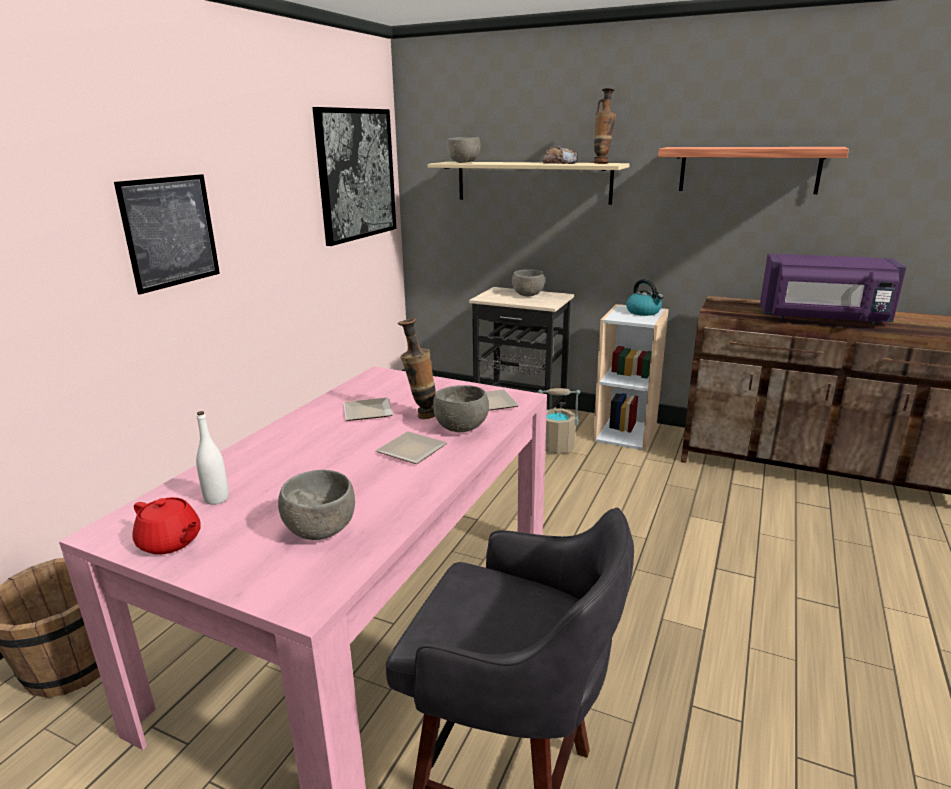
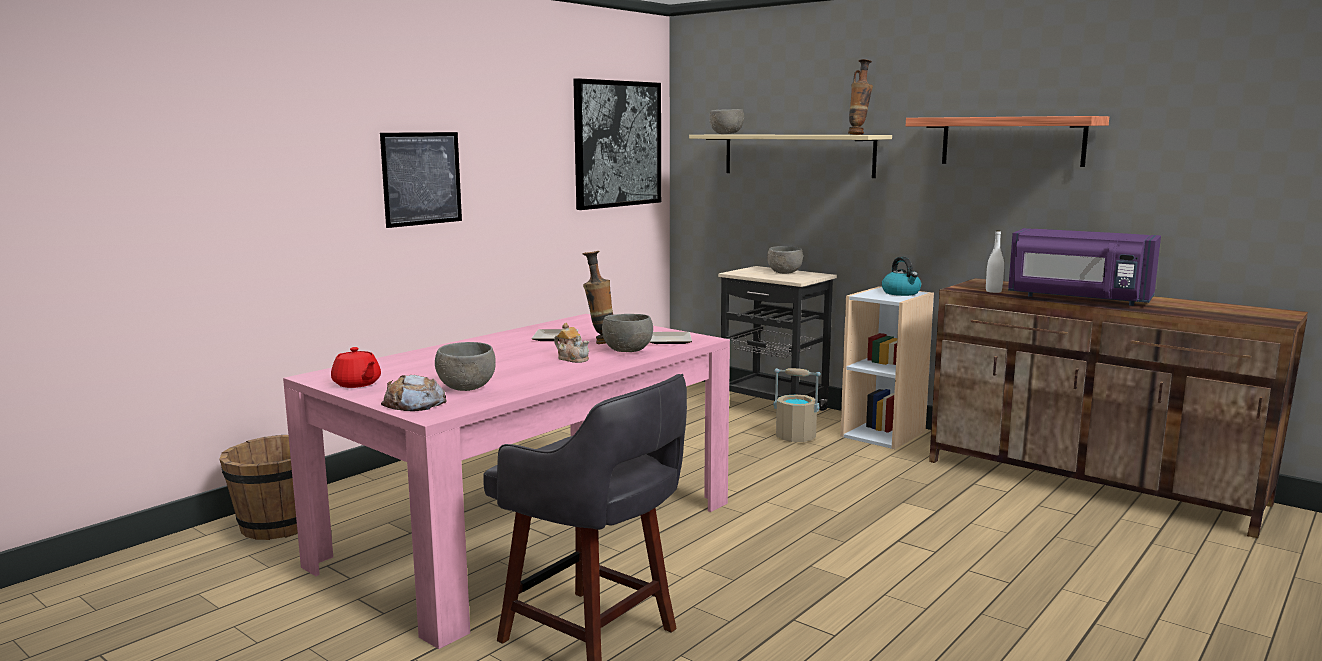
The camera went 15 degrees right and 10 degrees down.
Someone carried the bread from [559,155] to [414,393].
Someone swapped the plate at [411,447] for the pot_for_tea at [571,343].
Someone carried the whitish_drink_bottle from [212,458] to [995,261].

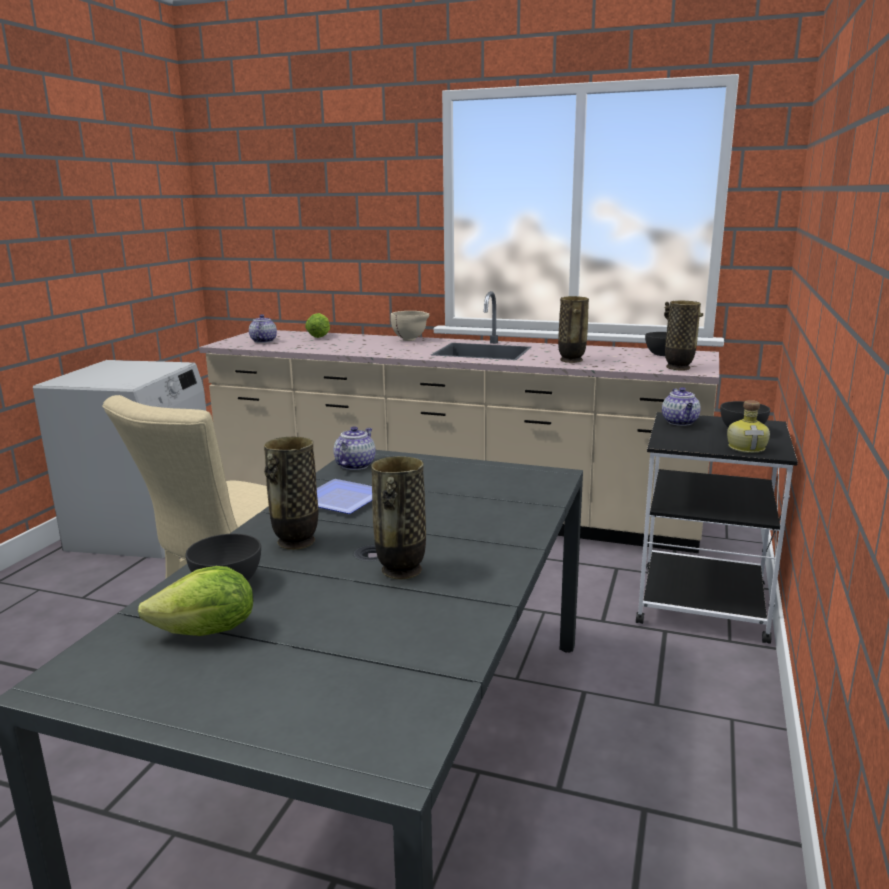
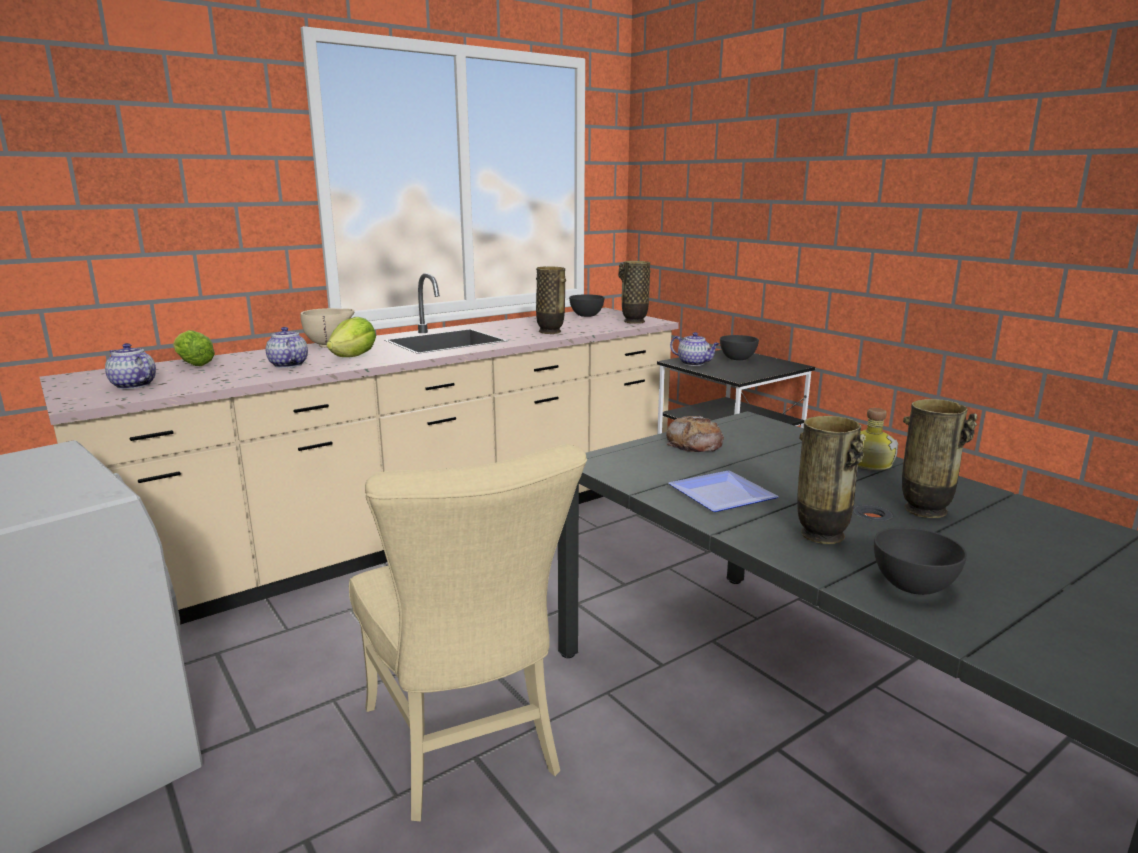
The camera went 55 degrees left and 0 degrees up.
Someone carried the pot_for_tea from [354,448] to [287,347].
Someone carried the lettuce from [195,601] to [351,337].
Someone put down the bread at [695,434].
Someone carried the drink_bottle from [748,426] to [878,439].

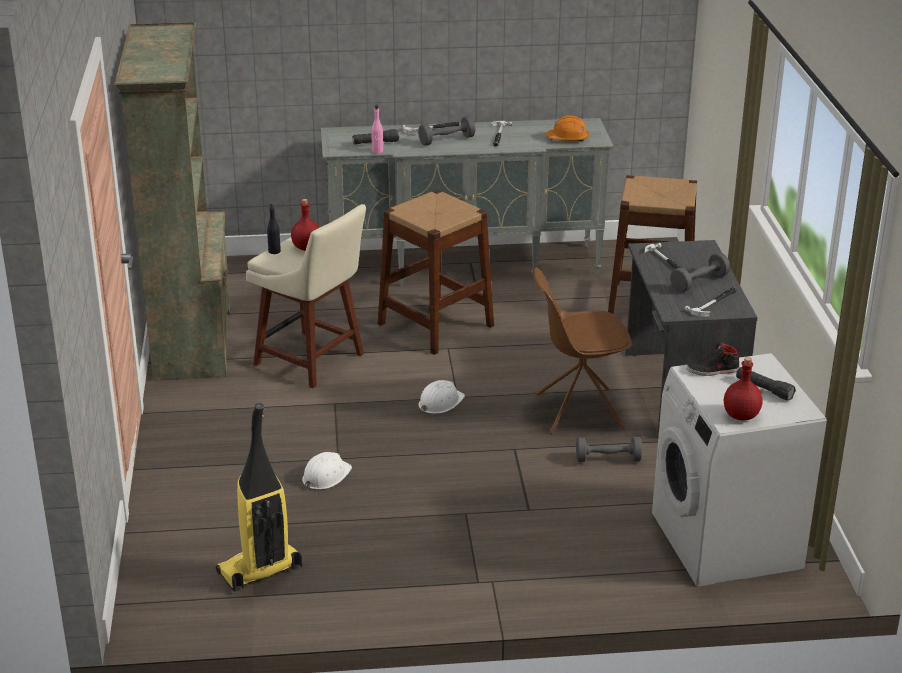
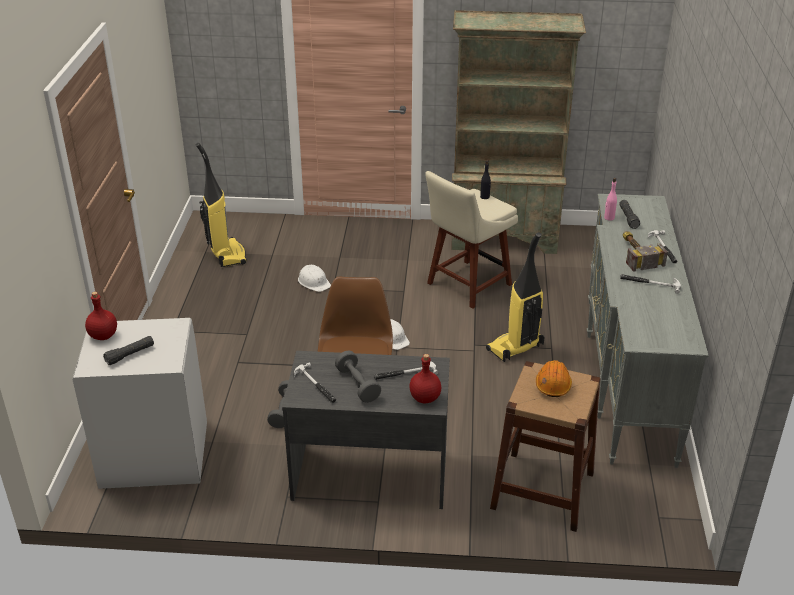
The camera went 100 degrees right and 5 degrees up.
Someone carried the red_drink_bottle from [305,225] to [425,378].
Someone swapped the brown_stool at [435,272] for the vacuum_cleaner at [515,297].
Someone carried the orange-coloured_safety_helmet from [567,128] to [554,378].
Someone swapped the grey_free_weight at [446,131] for the tool_hammer at [645,251].
Someone took away the blackish_shoe at [713,359].

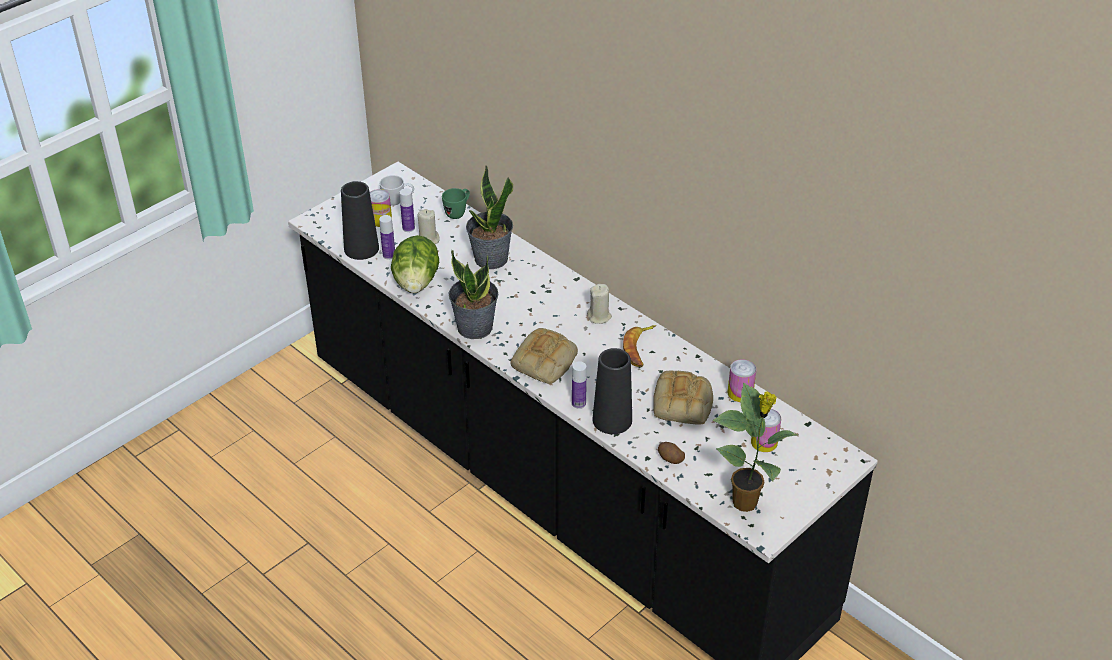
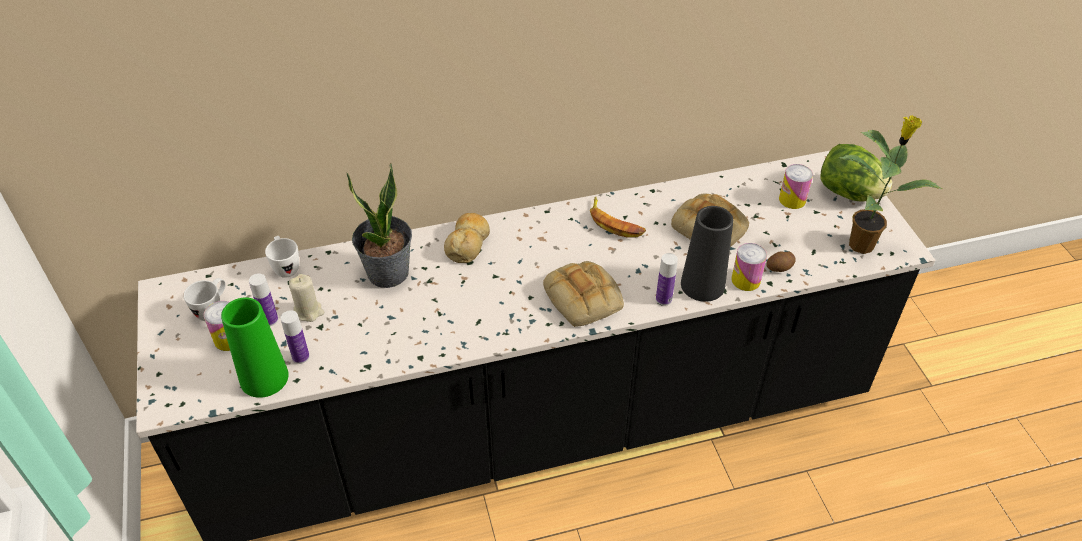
The camera went 60 degrees left and 5 degrees up.
Someone repainted the blackish_flower_vase at [360,220], which became the green-coloured_flower_vase at [255,347].
Someone repainted the green-coloured_tea_mug at [456,203], which became the whitish_tea_mug at [282,257].
Someone put down the bread at [467,238].
Someone carried the metal_can from [742,380] to [749,267].
Someone carried the lettuce from [415,264] to [856,173].
Someone took away the plant_in_a_pot at [473,294].
Someone took away the beige_wax_light at [599,304].

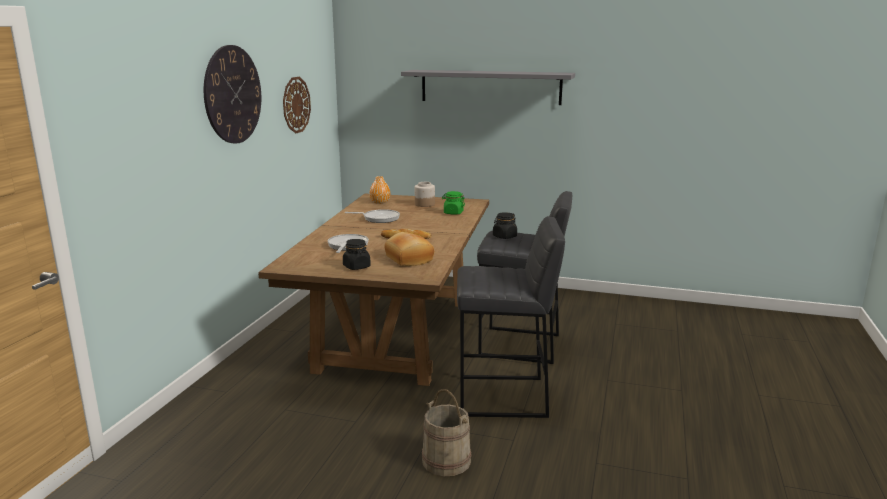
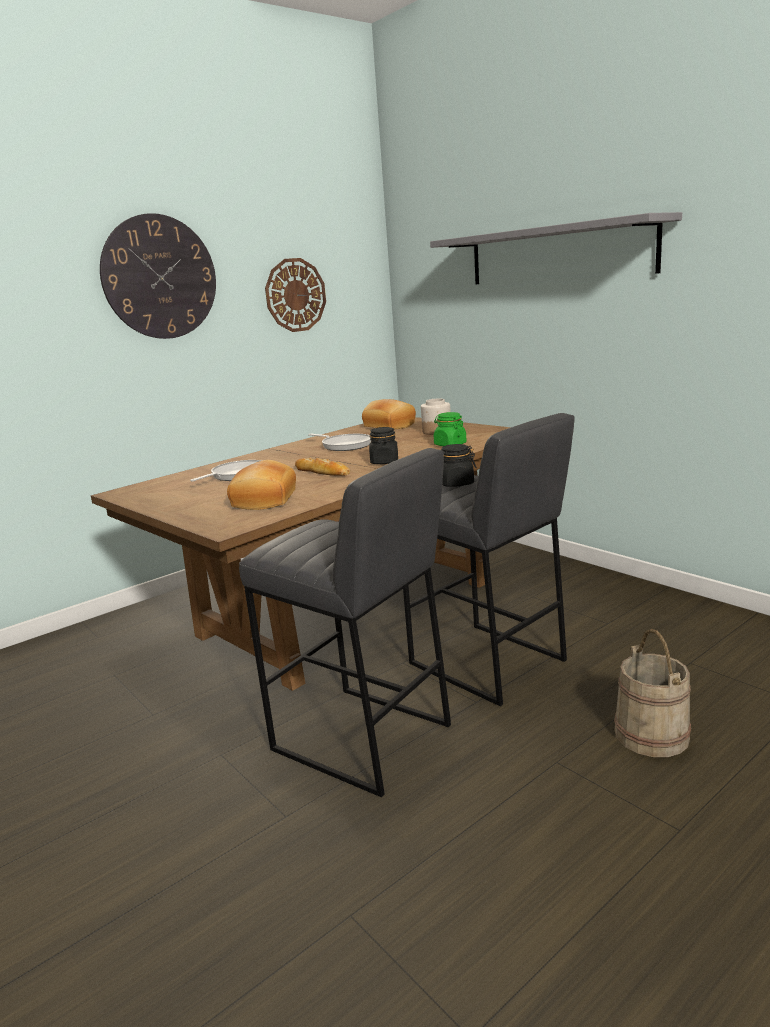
The camera went 35 degrees right and 0 degrees up.
Someone swapped the orange-coloured_flower_vase at [379,190] for the bread at [389,414].
Someone carried the blackish_jar from [357,254] to [383,445].
Someone carried the beige_water_bucket from [447,432] to [652,693].

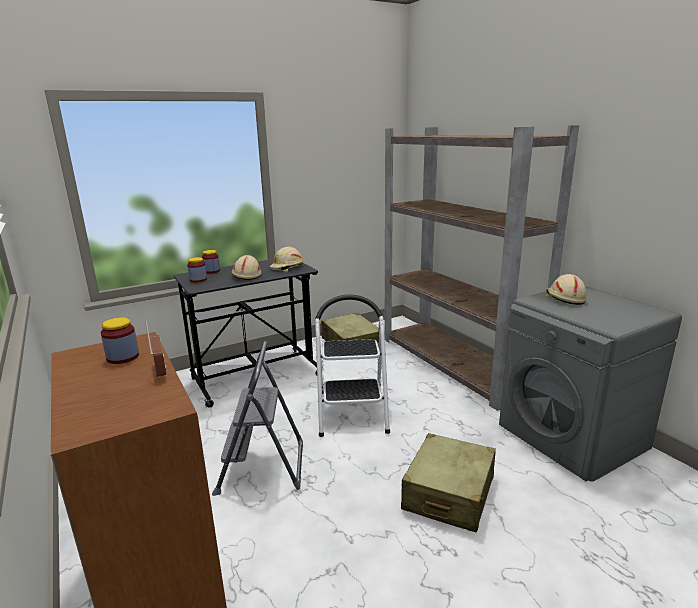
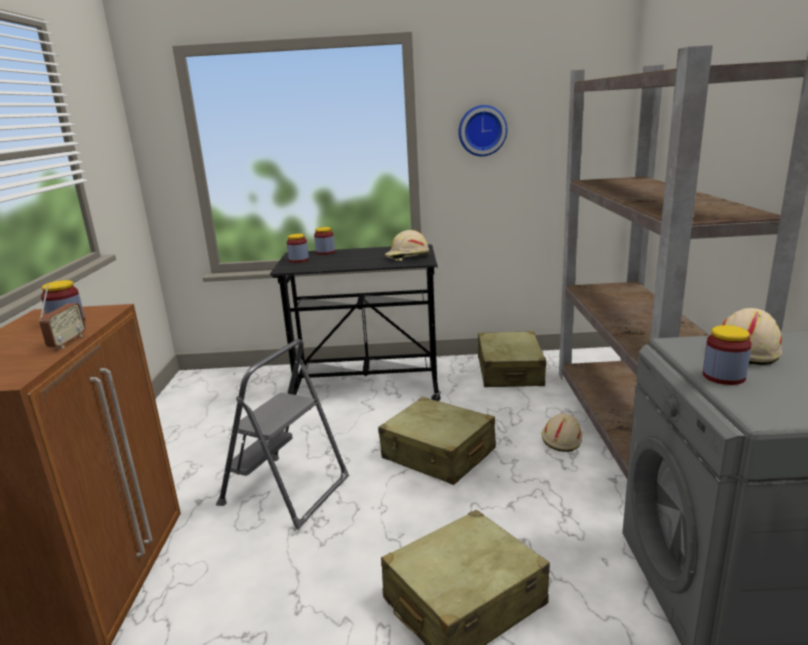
The camera went 30 degrees right and 0 degrees up.
Someone swapped the step_ladder at [352,365] for the beige_suitcase at [437,441].
Someone put up the hanging_clock at [483,130].
Someone carried the beige_safety_helmet from [246,267] to [562,432].
Someone put down the jar at [727,355].

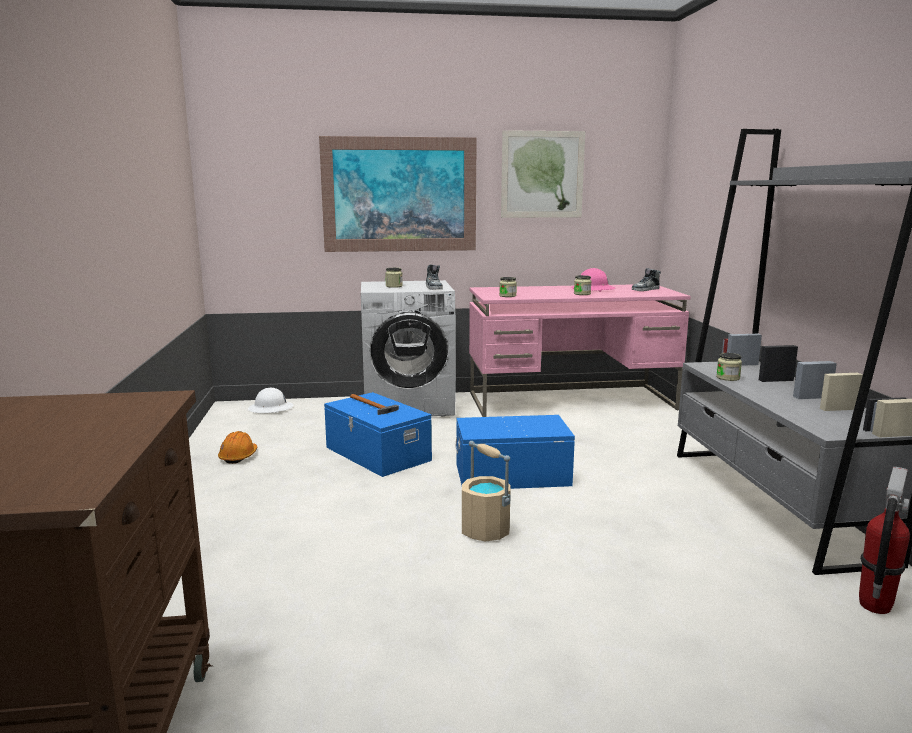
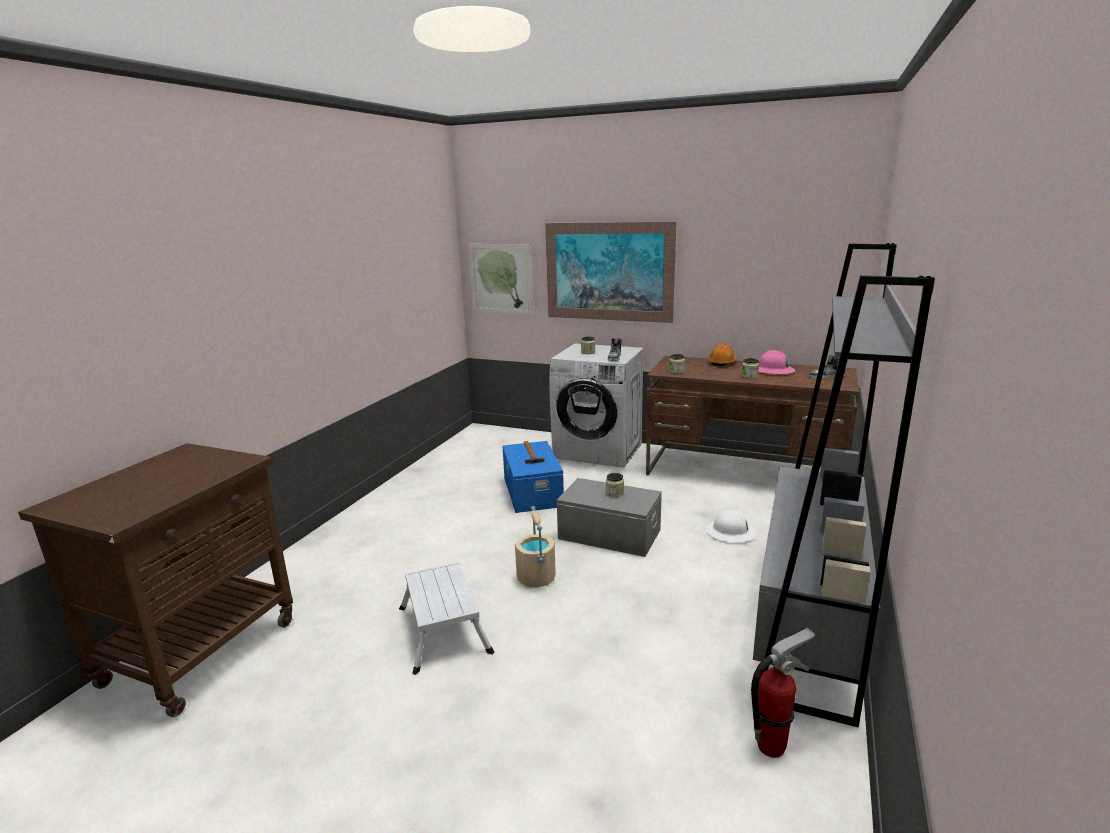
The camera went 30 degrees right and 5 degrees up.
Someone put down the whitish_step_ladder at [446,618].
Someone carried the wall_art from [543,174] to [501,279].
Someone repainted the blue_storage_bin at [515,452], which became the grey_storage_bin at [609,517].
Someone carried the jar from [729,367] to [615,485].
Someone repainted the pink_desk_table at [580,350], which became the brown_desk_table at [752,416].
Someone carried the whitish_safety_helmet from [271,400] to [731,526].
Someone carried the orange-coloured_safety_helmet from [237,447] to [722,355].

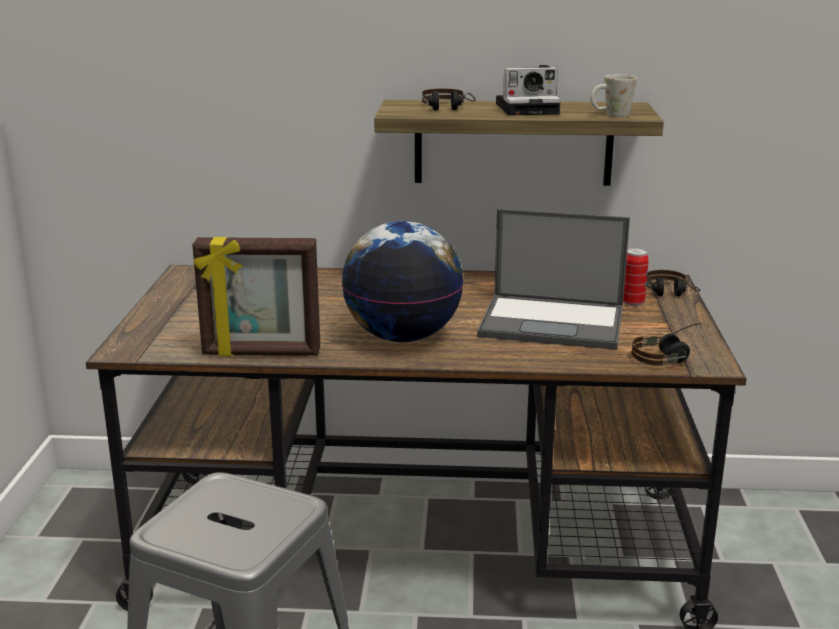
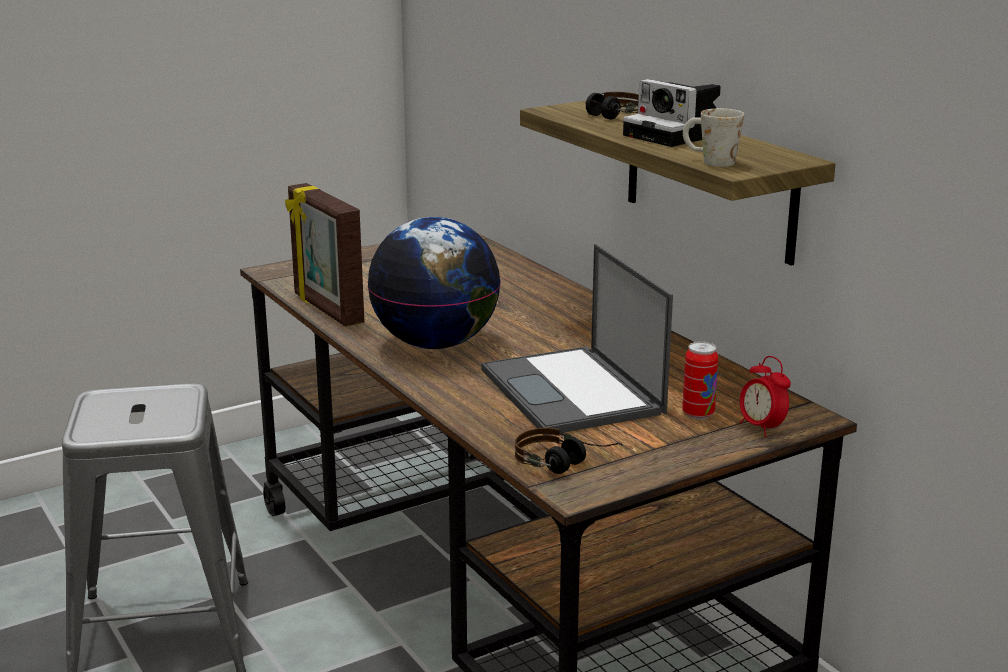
The camera went 55 degrees right and 0 degrees up.
Someone swapped the headset at [673,283] for the alarm_clock at [765,396].

